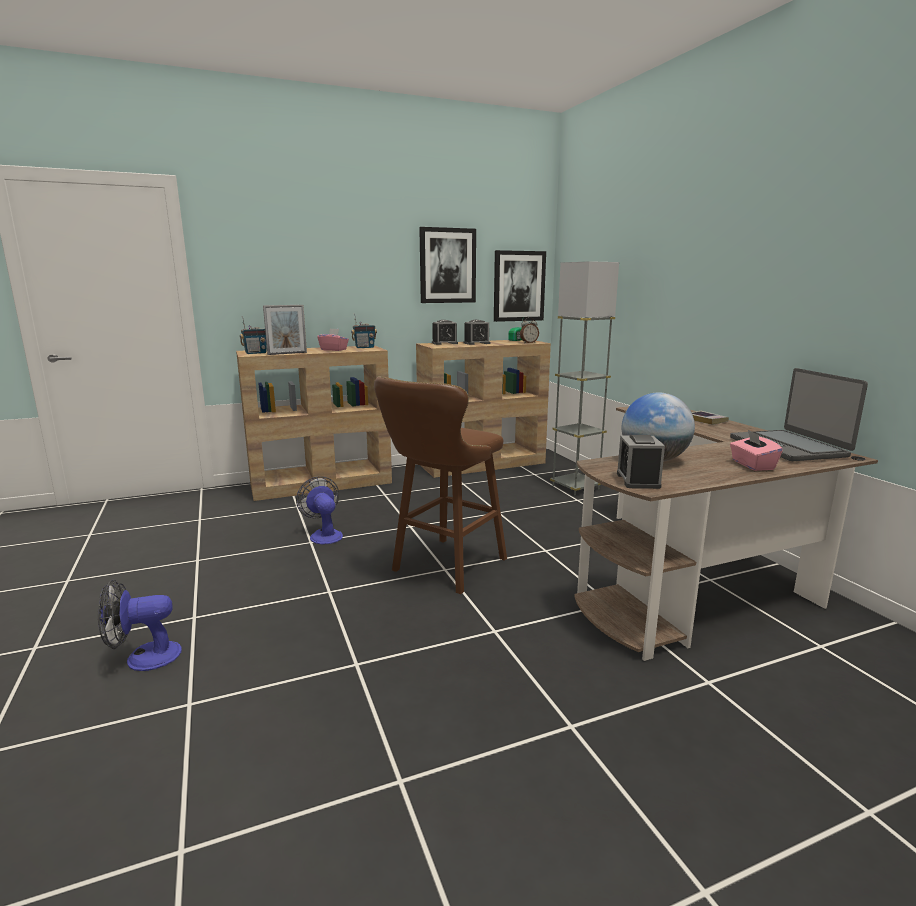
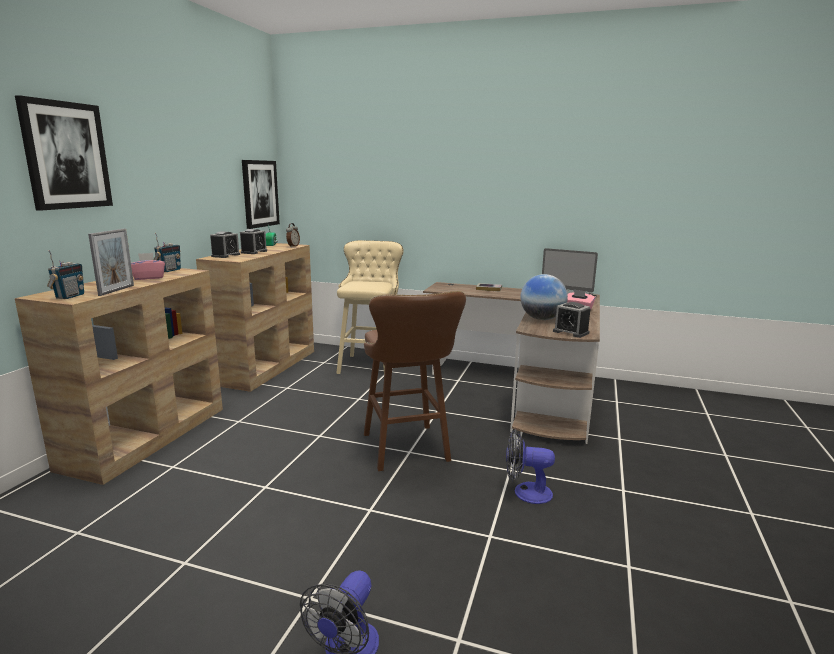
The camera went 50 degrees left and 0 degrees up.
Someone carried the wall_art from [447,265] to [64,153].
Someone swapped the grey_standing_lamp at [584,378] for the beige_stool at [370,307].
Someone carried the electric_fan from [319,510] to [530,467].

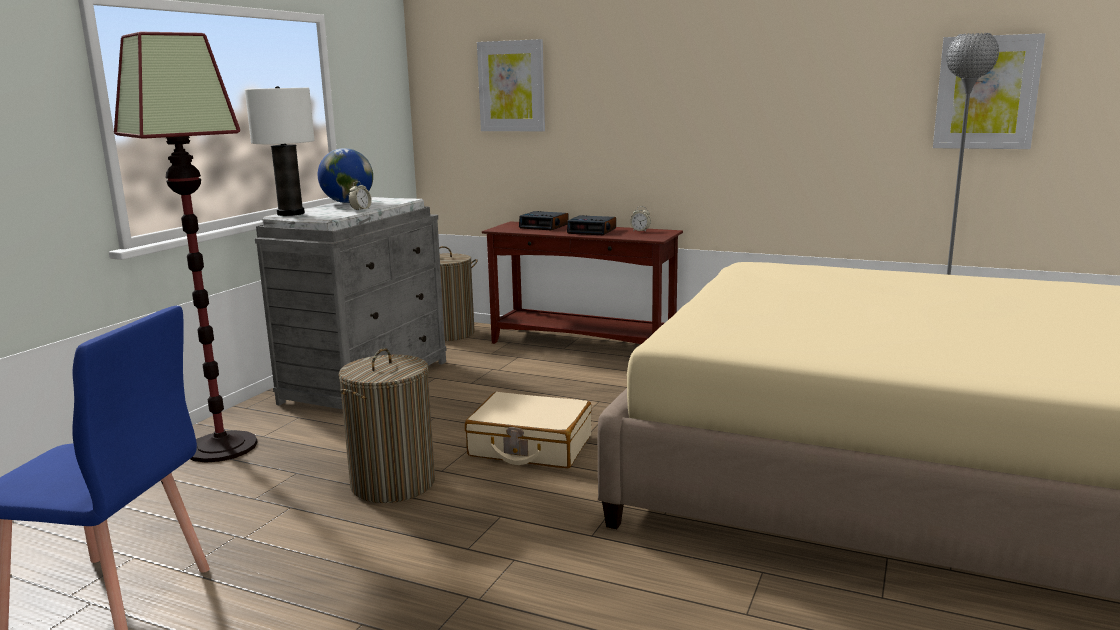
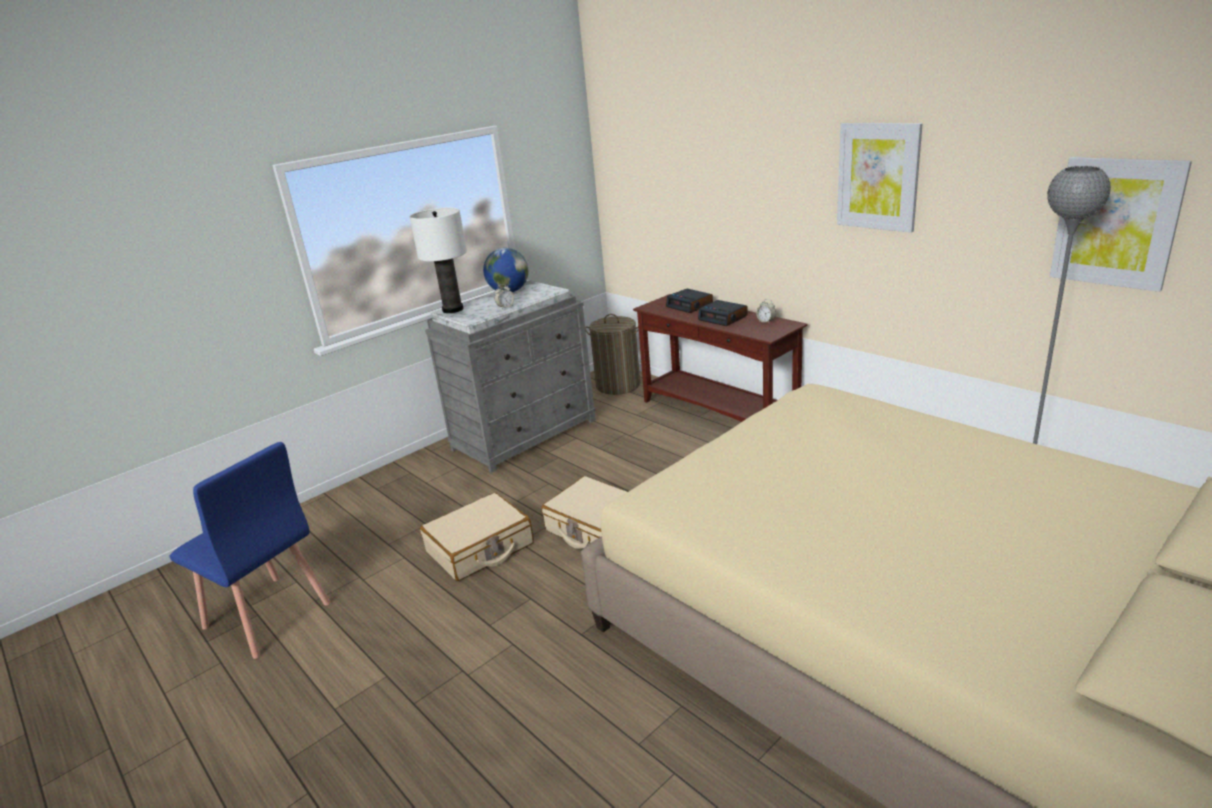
The camera went 25 degrees right and 10 degrees up.
Someone swapped the hamper at [387,425] for the beige_suitcase at [477,537].
Someone carried the wall_art from [511,85] to [879,178].
Someone took away the standing_lamp at [186,247].

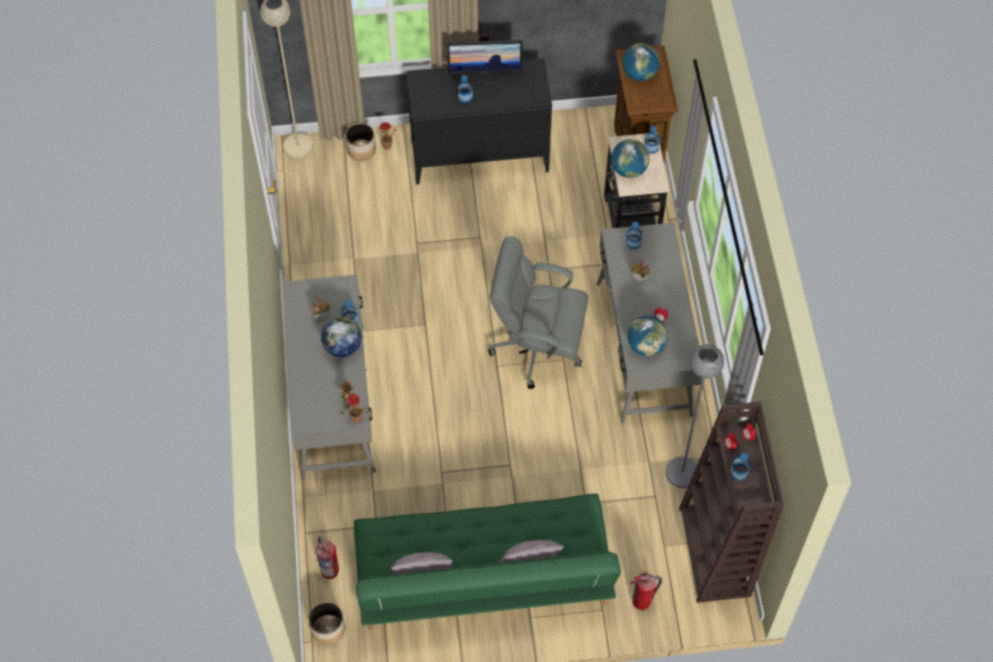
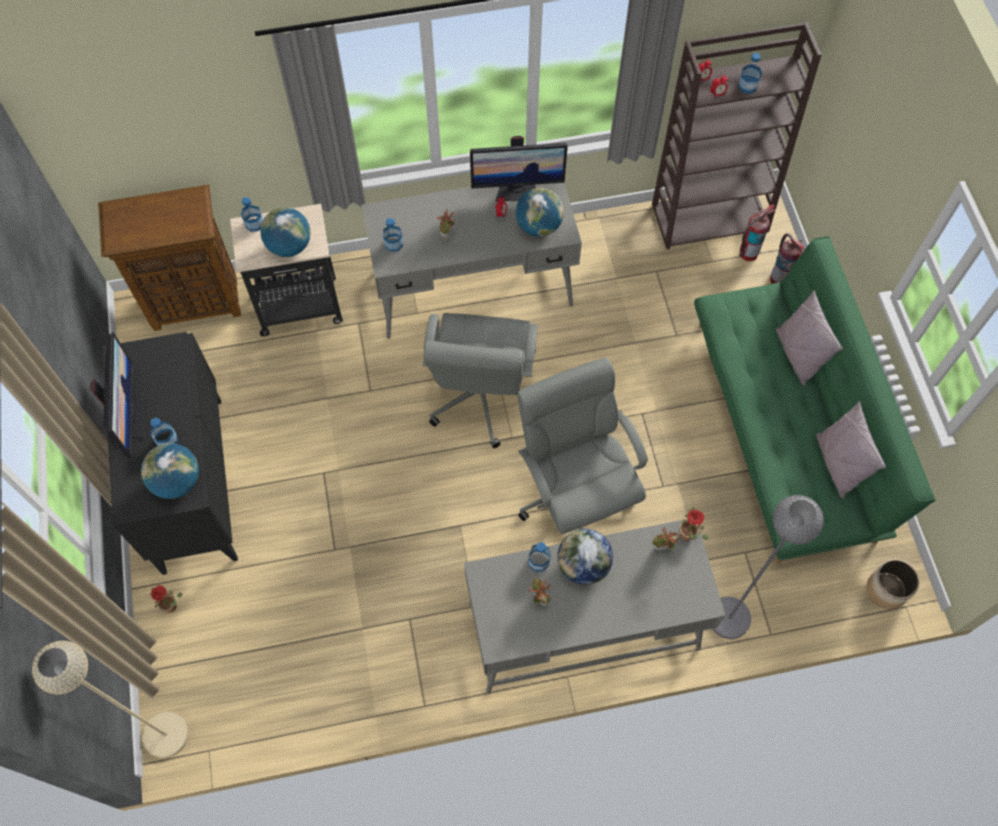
The camera went 95 degrees left and 5 degrees up.
Someone carried the world_globe from [641,62] to [170,471].
Someone put down the computer_screen at [519,169].
Someone put down the grey_computer_chair at [582,445].
Someone carried the grey_standing_lamp from [695,416] to [768,567].
Someone carried the fire_extinguisher from [327,557] to [757,232].
Someone took away the planter at [360,142].

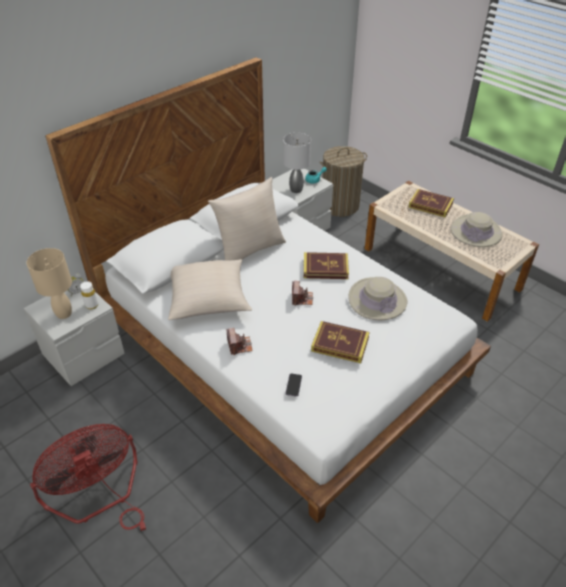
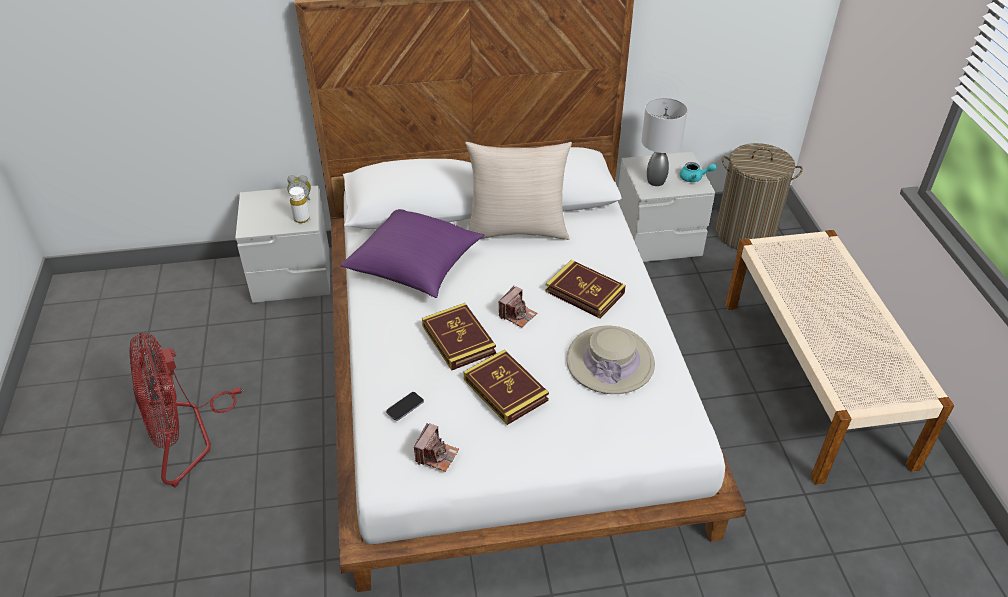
The camera went 35 degrees right and 0 degrees up.
Someone rotated the red_electric_fan at [88,477] by 120 degrees counterclockwise.
Someone repainted the beige_throw_pillow at [210,289], which became the purplish_throw_pillow at [412,253].
Someone carried the still_camera from [239,341] to [436,447].
Someone carried the book from [431,203] to [459,336].
Someone took away the beige_lamp_for_a_table at [49,283].
Someone took away the beige_hat at [476,229].

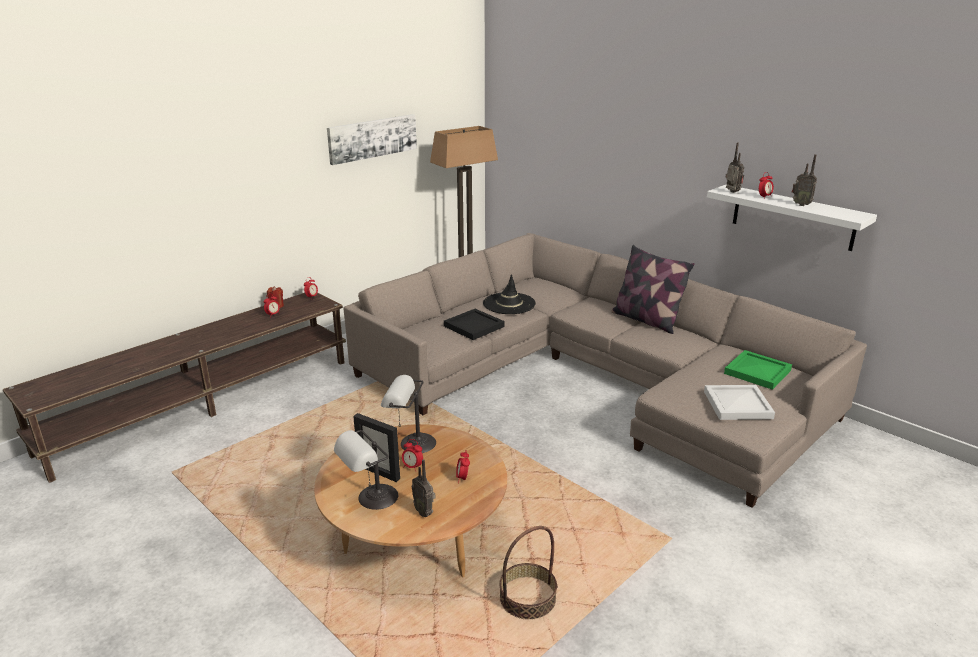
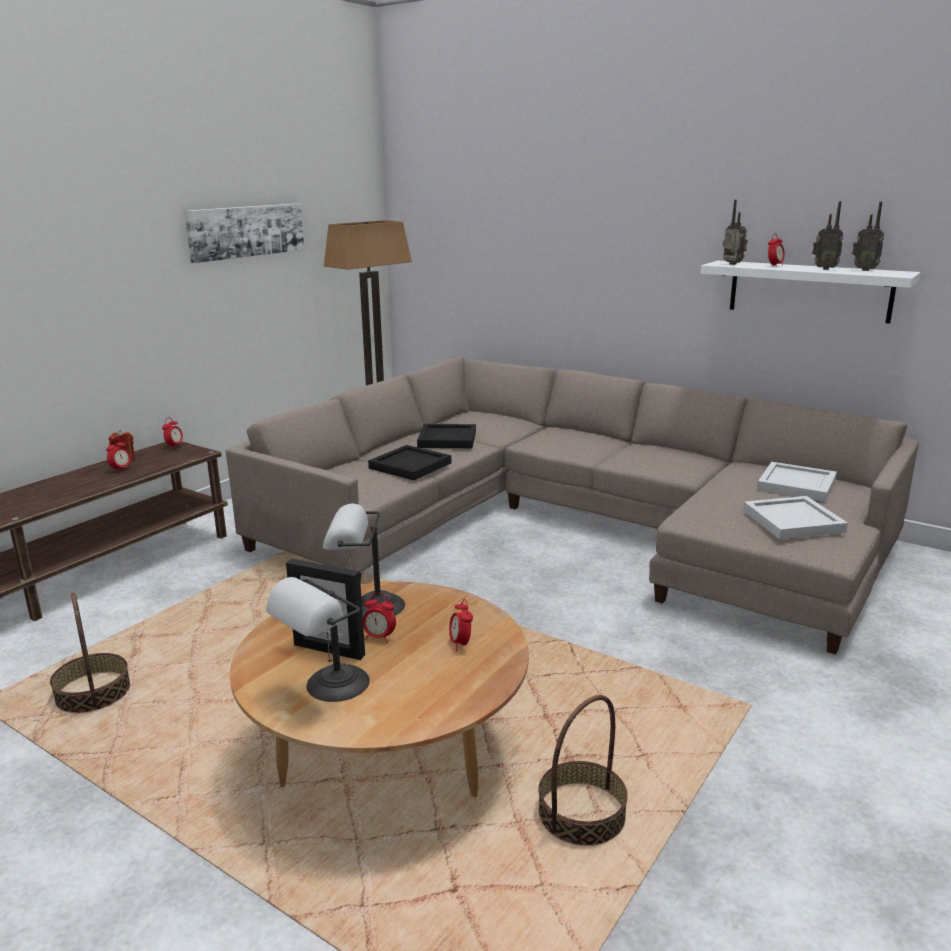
The camera went 10 degrees left and 5 degrees down.
Someone put down the household_basket at [90,652].
Someone swapped the blackish_hat at [509,294] for the blackish_serving_tray at [446,436].
Someone repainted the green-coloured_serving_tray at [758,370], which became the whitish_serving_tray at [797,482].
Someone carried the radio_receiver from [423,488] to [868,236].
Someone took away the throw_pillow at [653,289].

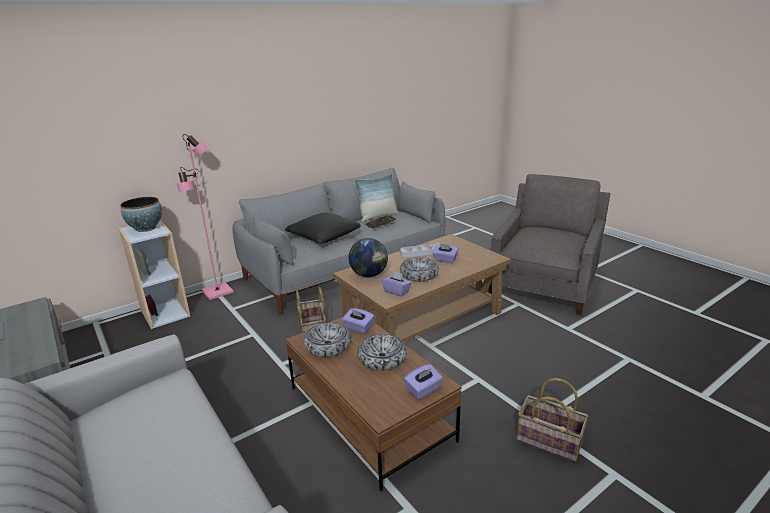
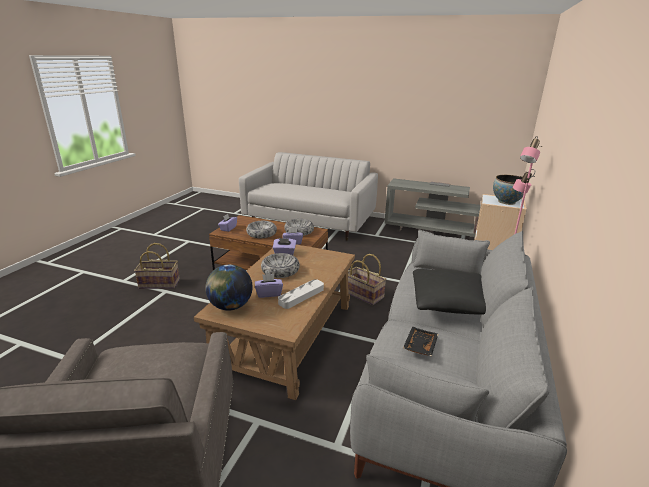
The camera went 145 degrees right and 0 degrees up.
Someone carried the world_globe from [368,257] to [229,288].
Someone took away the throw_pillow at [377,198].

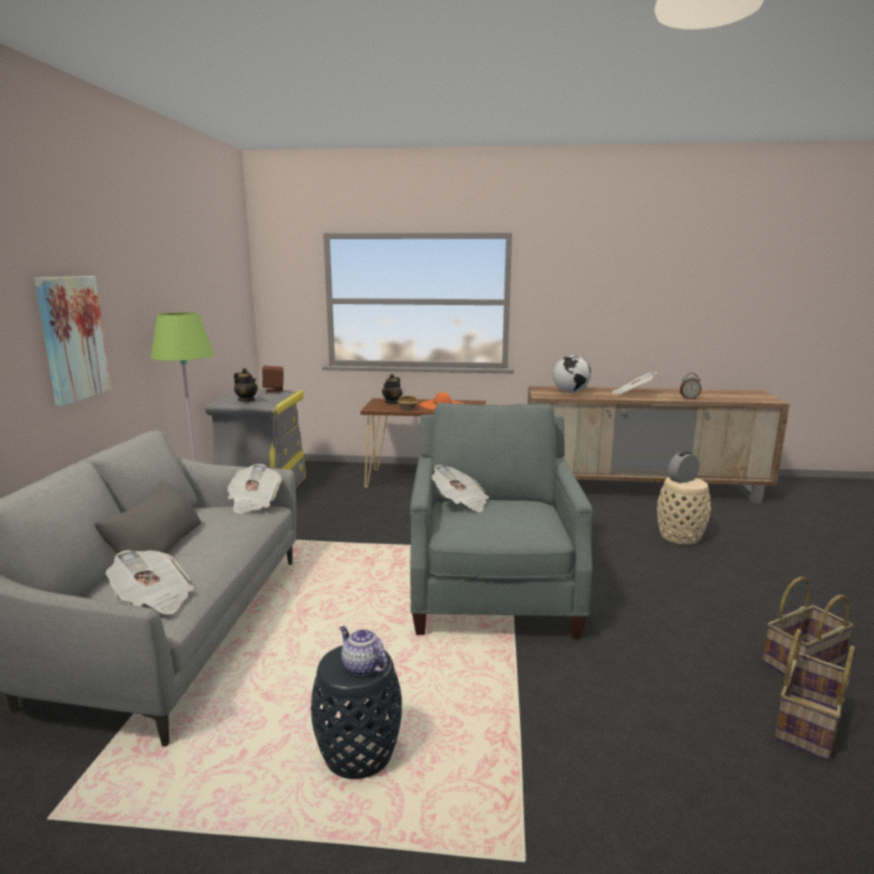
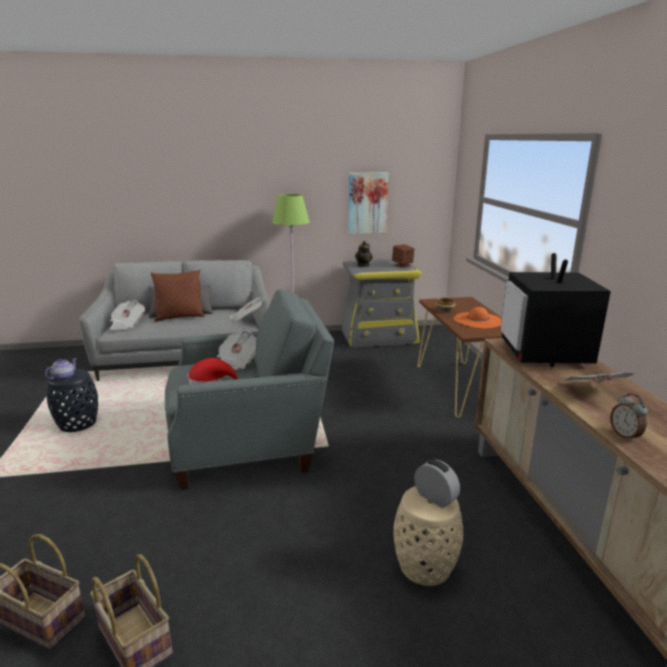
The camera went 75 degrees right and 5 degrees up.
Someone put down the brown_throw_pillow at [178,296].
Someone put down the red_hat at [213,371].
Someone carried the wall_art from [73,341] to [368,203].
Someone swapped the world_globe at [572,374] for the television at [556,310].
Someone took away the pot_for_tea at [392,389].

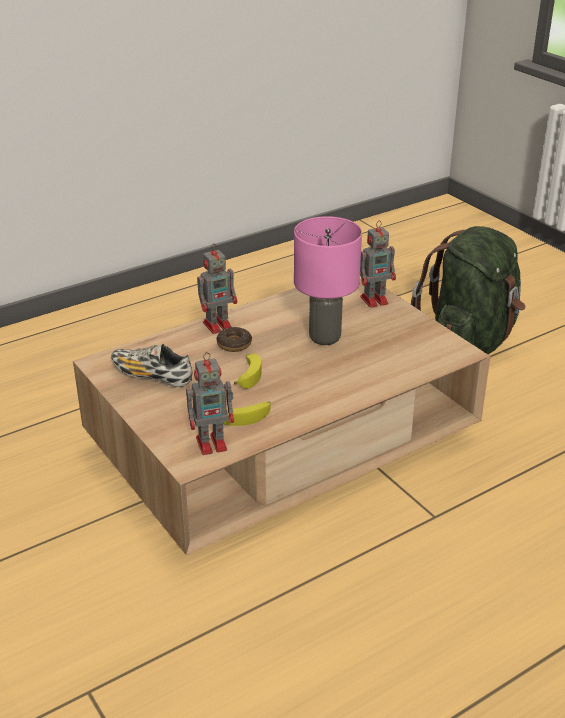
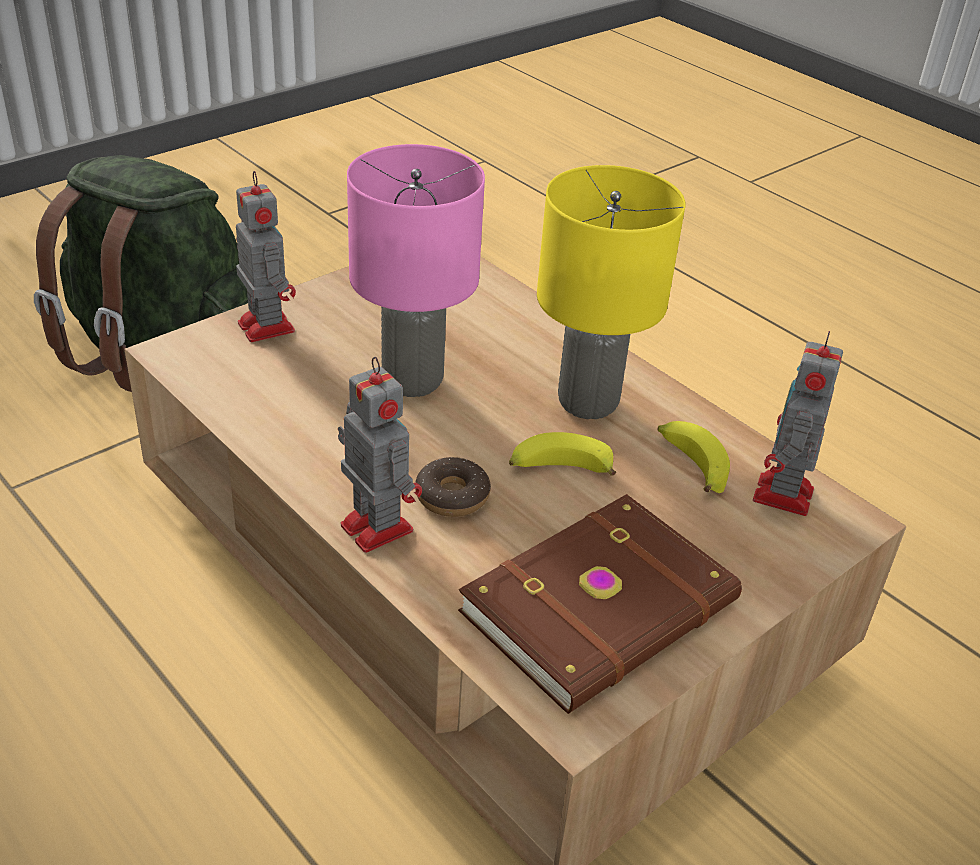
The camera went 100 degrees left and 5 degrees up.
Someone swapped the shoe at [152,365] for the brown_book at [600,604].
Someone put down the yellow-coloured_lamp_for_a_table at [611,292].
Someone rotated the model_robot at [210,403] by 135 degrees counterclockwise.

